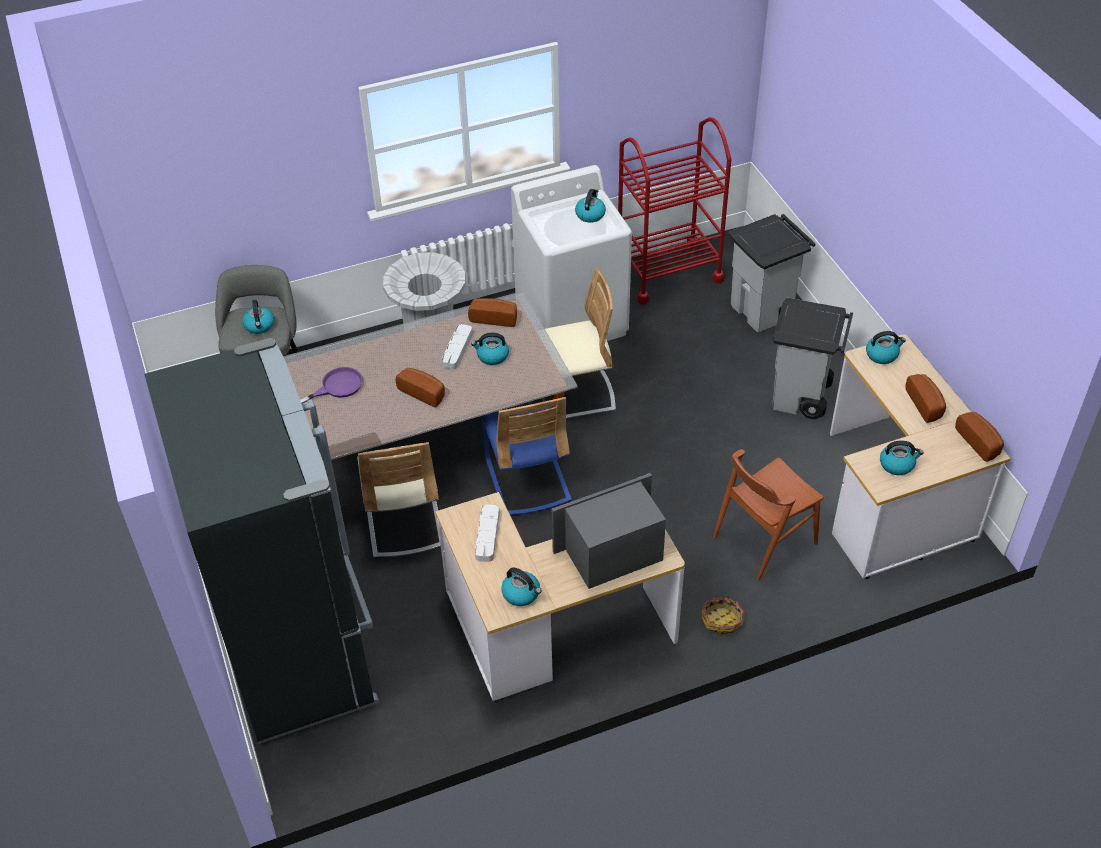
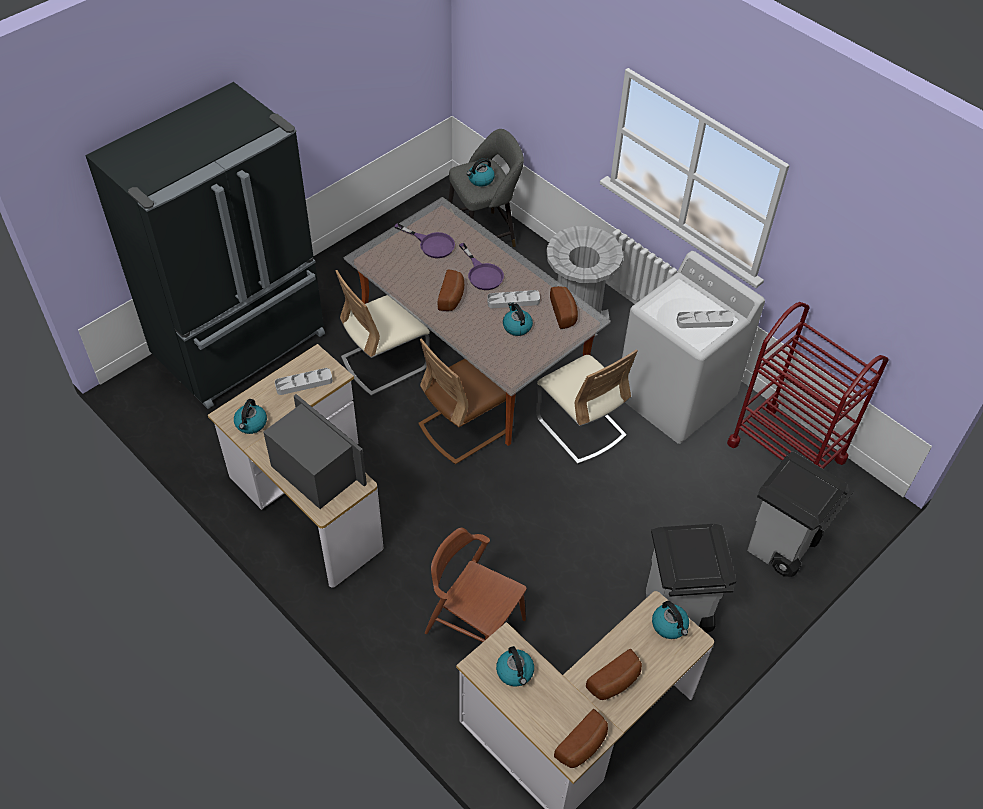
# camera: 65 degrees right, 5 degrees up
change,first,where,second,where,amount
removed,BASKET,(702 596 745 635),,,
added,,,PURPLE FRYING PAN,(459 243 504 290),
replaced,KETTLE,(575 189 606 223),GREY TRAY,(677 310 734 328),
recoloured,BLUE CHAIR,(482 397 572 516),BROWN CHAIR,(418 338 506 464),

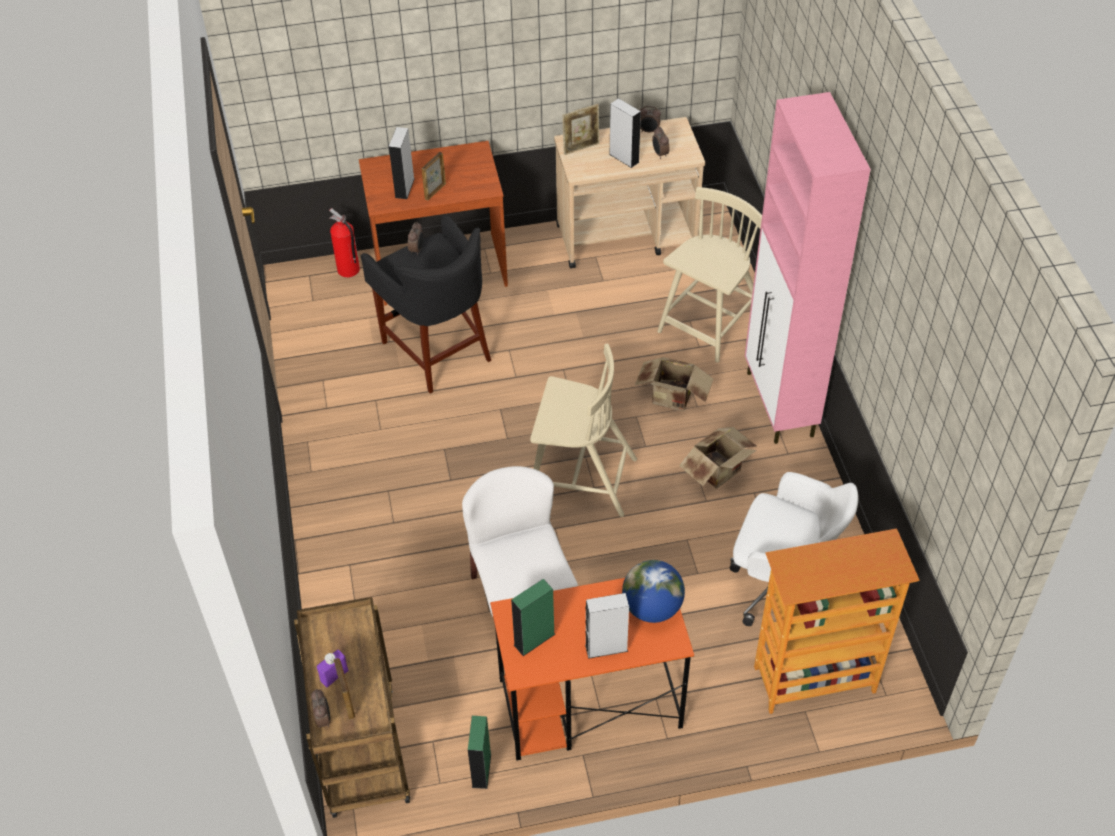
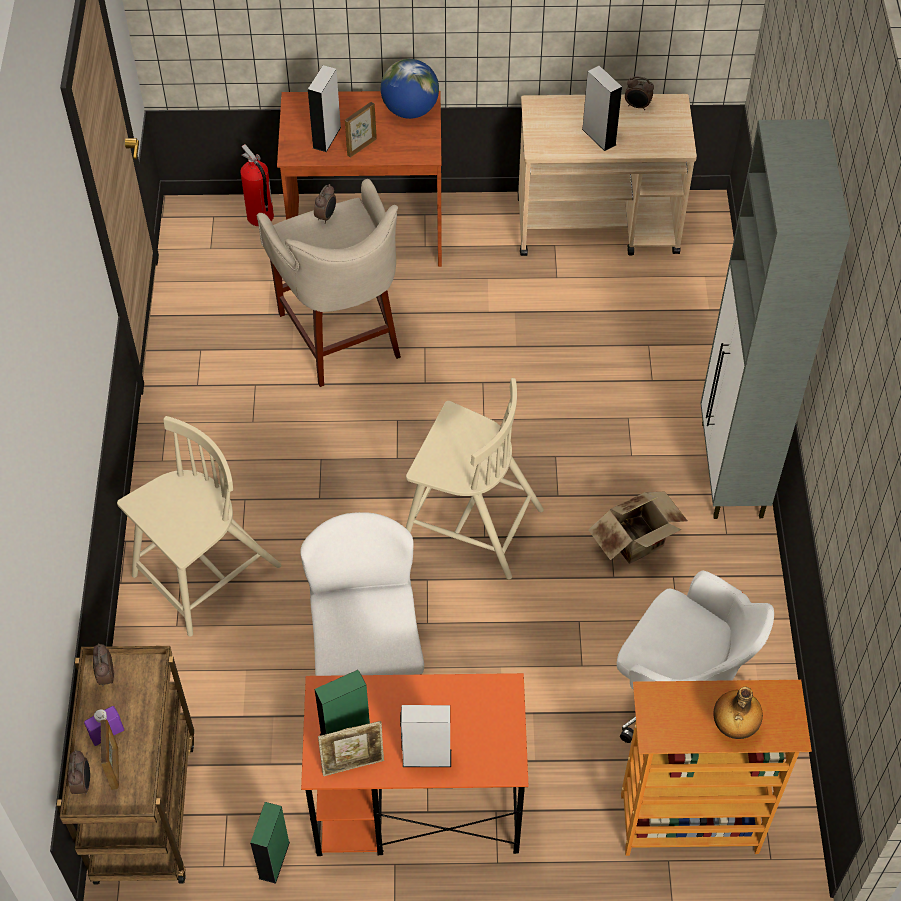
# camera: 10 degrees right, 5 degrees up
change,first,where,second,where,amount
removed,CARDBOARD BOX,(635 357 713 411),,,
added,,,BOTTLE,(713 687 763 739),
moved,PICTURE FRAME,(562 104 599 155),,(318 721 384 776),
moved,GLOBE,(622 560 685 623),,(381 59 439 119),
moved,ALARM CLOCK,(652 127 670 159),,(93 643 114 686),
moved,BEIGE CHAIR,(657 187 762 363),,(117 416 281 637),
recoloured,BLACK STOOL,(360 215 491 394),BEIGE STOOL,(257 179 401 387),
recoloured,PINK CABINET,(745 92 871 444),GREY CABINET,(700 119 851 519),

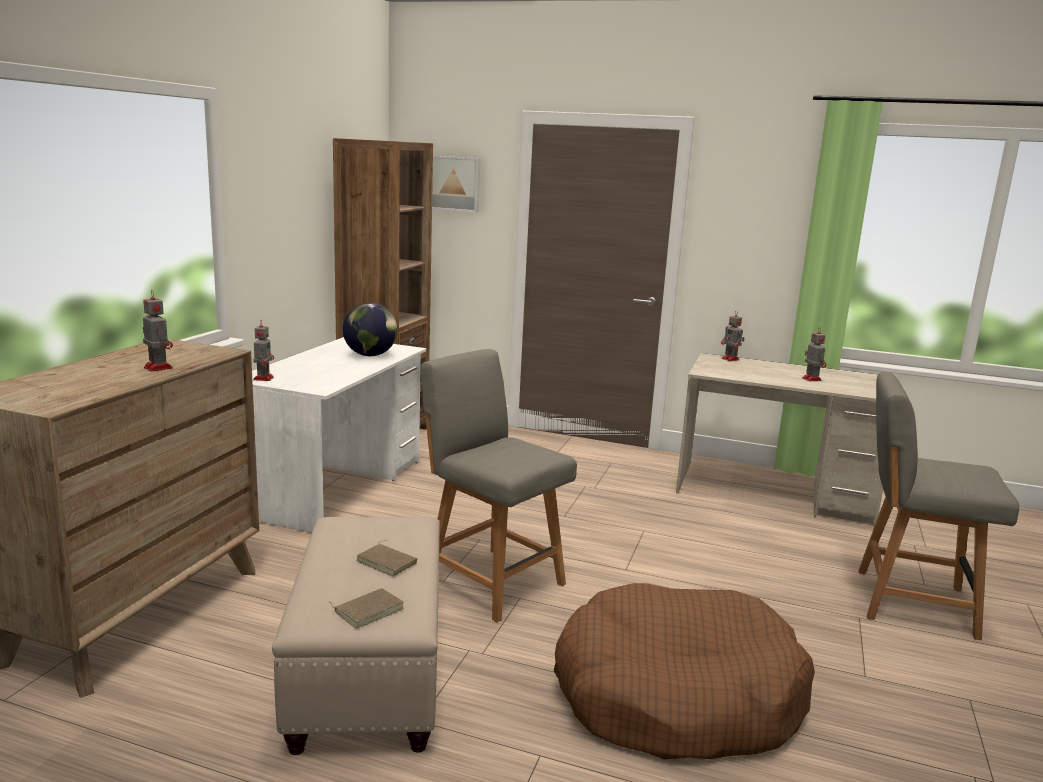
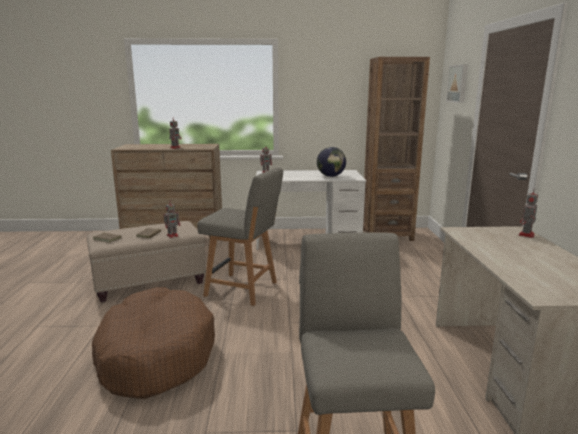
# camera: 70 degrees right, 0 degrees up
change,first,where,second,where,amount
moved,TOY ROBOT,(802 327 827 381),,(164 203 180 238),
turned,GREY CHAIR,(421 349 577 622),,(197 167 283 306),90 degrees clockwise

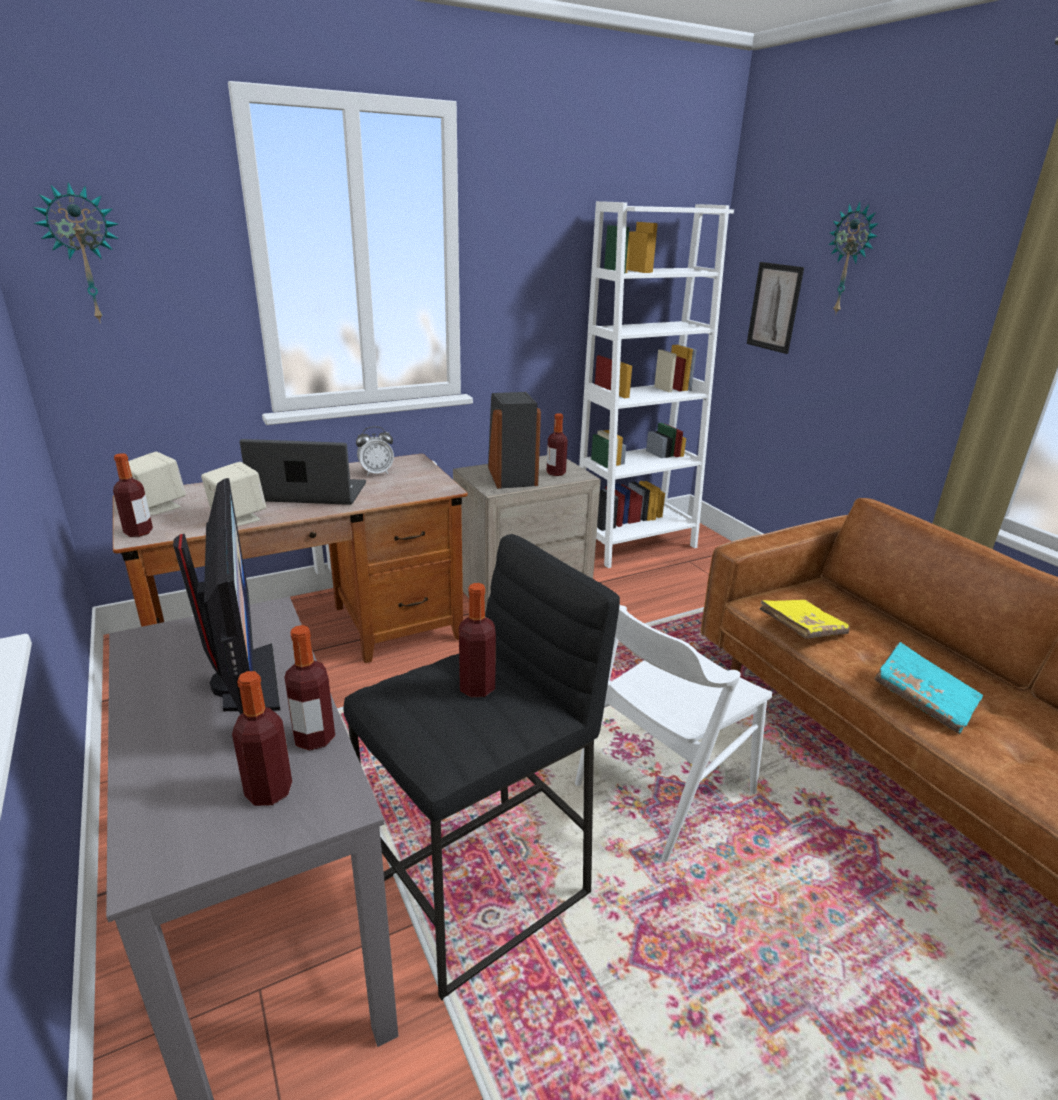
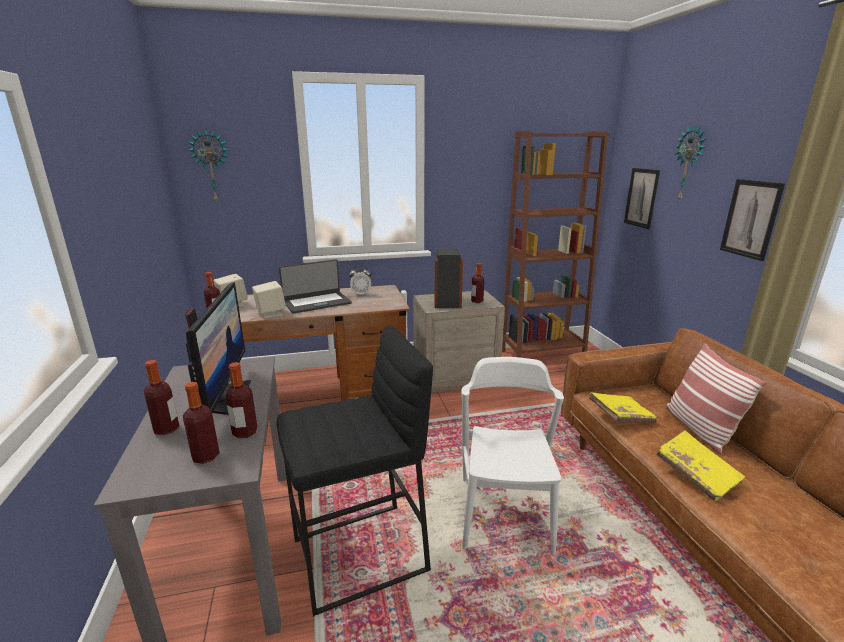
# camera: 15 degrees right, 5 degrees down
change,first,where,second,where,amount
added,,,PILLOW,(666 343 767 454),
added,,,PICTURE,(720 179 785 261),
moved,BOTTLE,(459 583 496 697),,(144 360 179 435),
recoloured,WHITE BOOKCASE,(579 201 734 568),BROWN BOOKCASE,(502 131 610 358),
recoloured,TURQUOISE BOOK,(874 642 983 734),YELLOW BOOK,(656 431 745 502),
turned,LAPTOP,(239 439 366 505),,(279 259 352 314),135 degrees clockwise
turned,WHITE CHAIR,(575 605 772 861),,(461 357 564 555),120 degrees clockwise

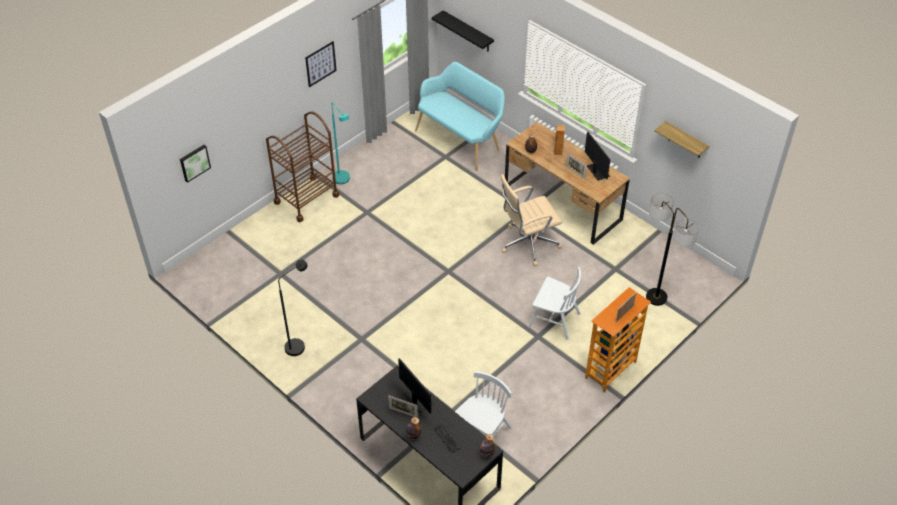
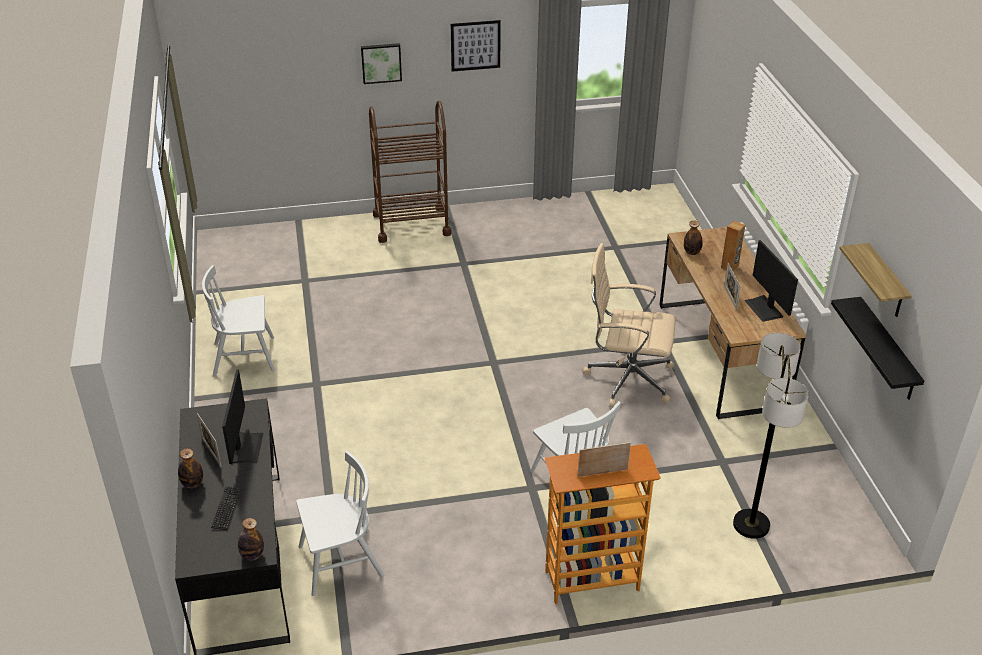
# camera: 35 degrees right, 10 degrees down
change,first,where,second,where,amount
removed,TURQUOISE FLOOR LAMP,(332 102 350 184),,,
removed,TURQUOISE BENCH,(415 62 505 171),,,
moved,PICTURE,(180 145 211 183),,(361 43 402 84),
moved,BLACK SHELF,(432 10 494 52),,(831 297 924 400),
replaced,BLACK FLOOR LAMP,(278 260 308 356),WHITE CHAIR,(202 265 275 376),
turned,MONITOR,(585 132 610 181),,(744 240 798 322),150 degrees clockwise

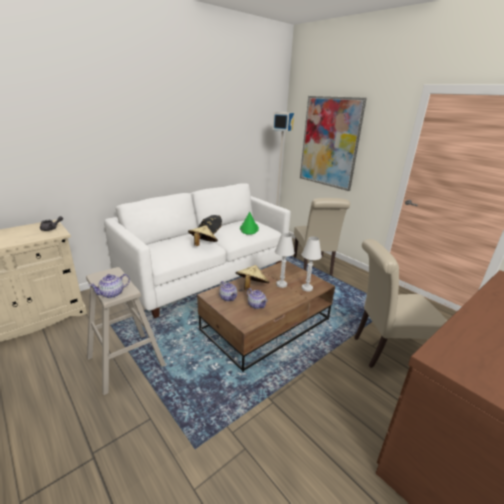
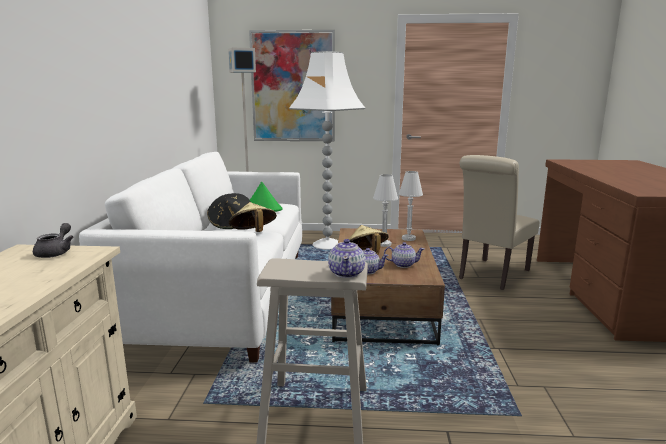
# camera: 45 degrees left, 10 degrees down
change,first,where,second,where,amount
replaced,BEIGE CHAIR,(294 198 350 276),WHITE FLOOR LAMP,(289 51 365 250),

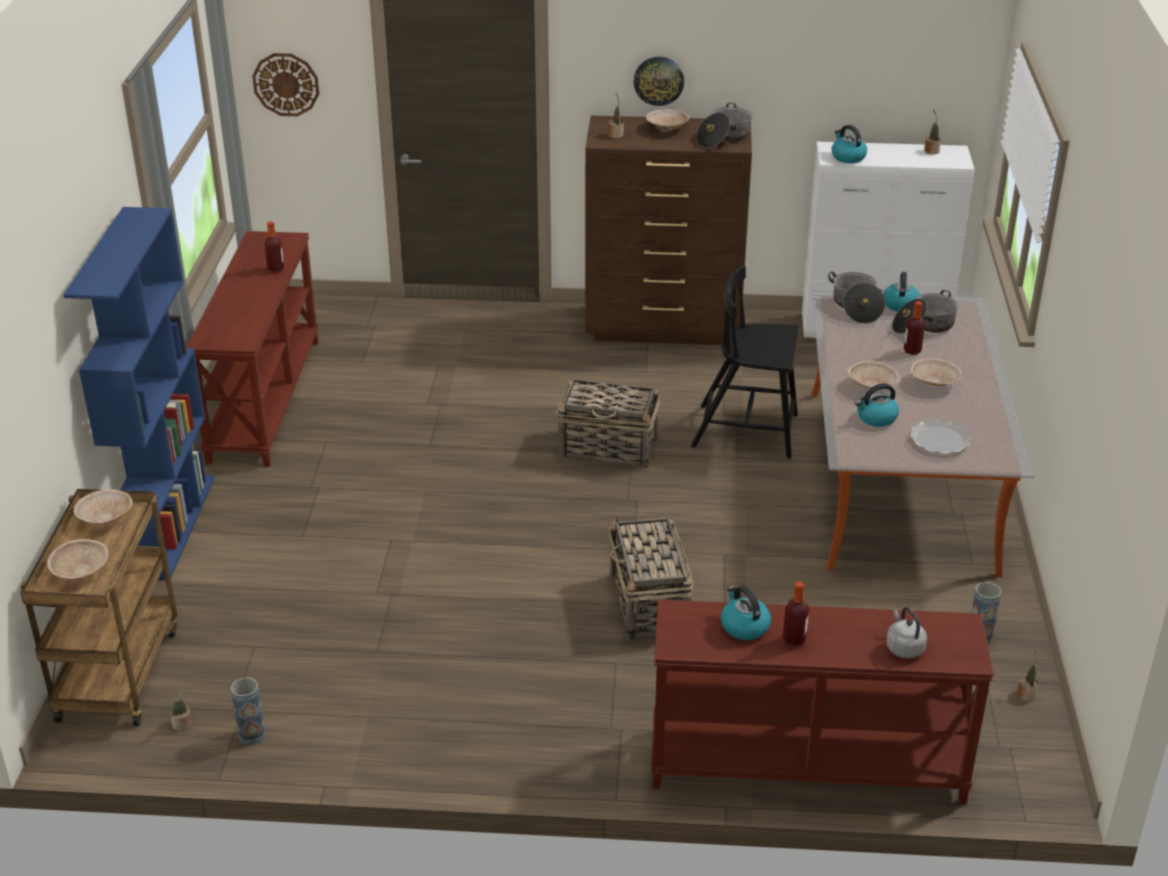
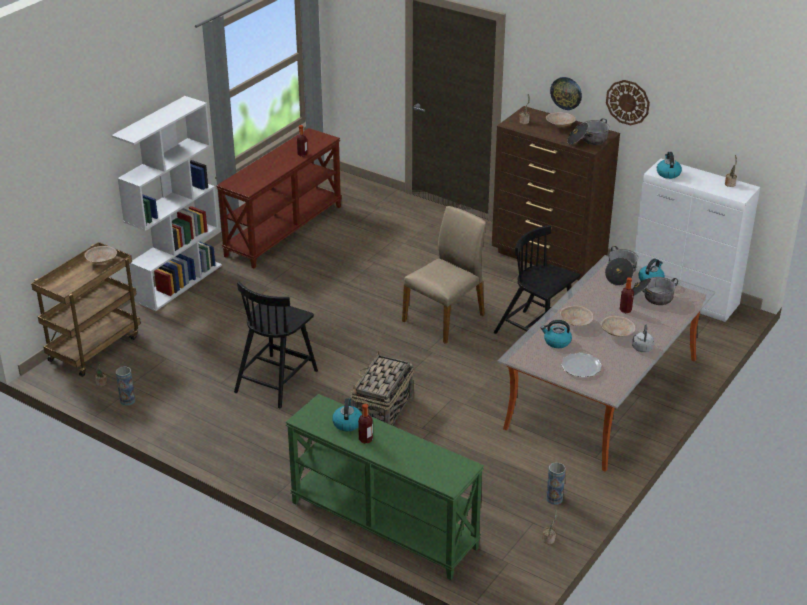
# camera: 30 degrees right, 0 degrees up
change,first,where,second,where,amount
removed,BEIGE BOWL,(47 539 108 579),,,
added,,,BLACK CHAIR,(234 282 318 409),
moved,WALL CLOCK,(252 53 319 116),,(606 80 650 125),
moved,GREY KETTLE,(886 607 927 658),,(632 325 654 352),
replaced,BASKET,(556 379 660 469),BEIGE CHAIR,(402 206 486 344),
recoloured,BLUE BOOKCASE,(63 207 215 580),WHITE BOOKCASE,(112 96 222 311),
recoloured,BROWN CONSOLE TABLE,(651 600 994 804),GREEN CONSOLE TABLE,(285 394 484 580),

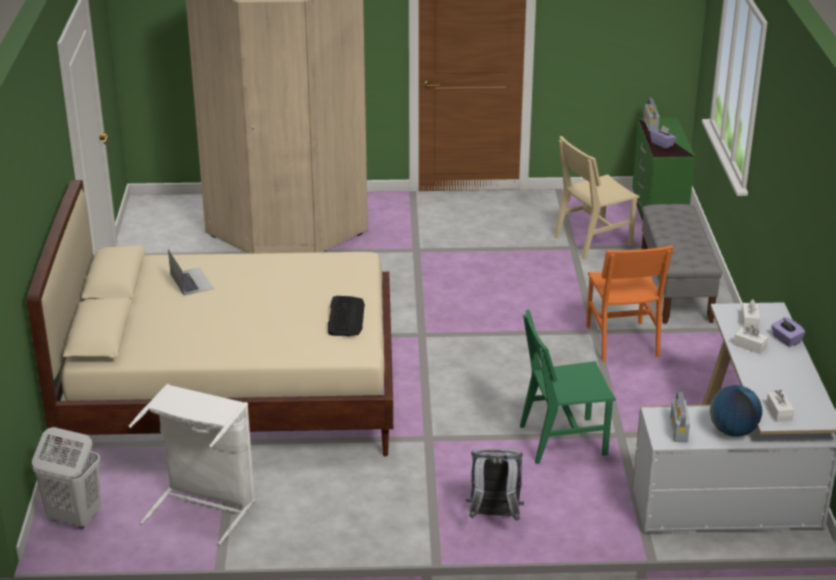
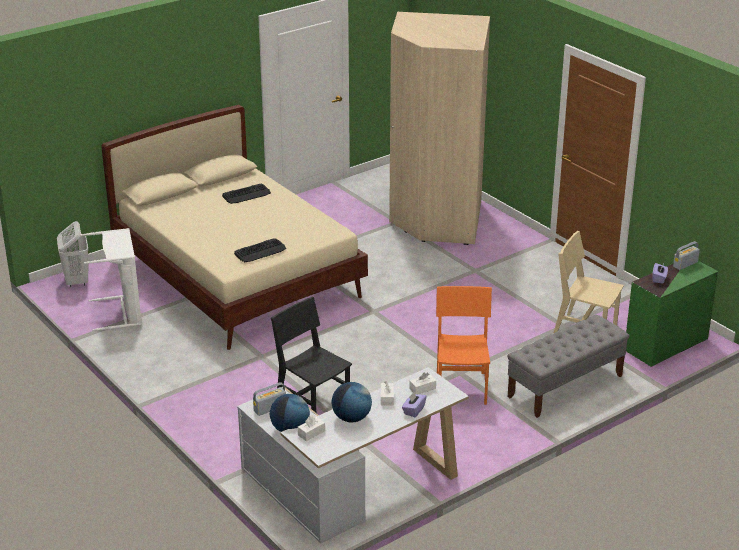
# camera: 55 degrees right, 0 degrees up
change,first,where,second,where,amount
removed,GREY BACKPACK,(466 448 524 521),,,
added,,,GLOBE,(331 382 372 423),
replaced,LAPTOP,(168 249 214 296),KEYBOARD,(222 184 271 204),
recoloured,GREEN CHAIR,(520 309 616 464),BLACK CHAIR,(271 297 352 412),
turned,ORANGE CHAIR,(586 245 674 362),,(436 286 492 405),135 degrees clockwise

